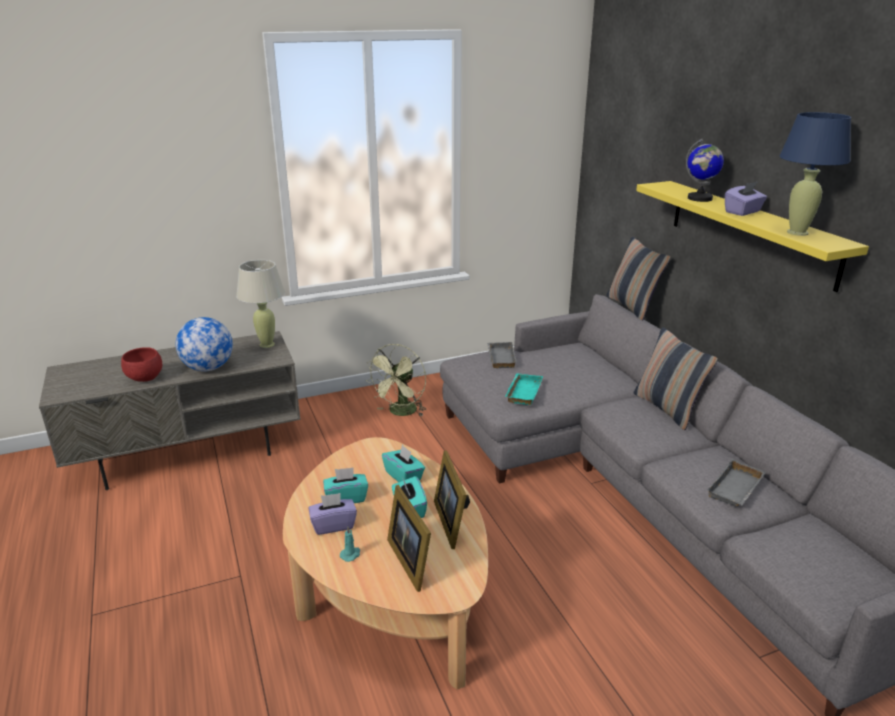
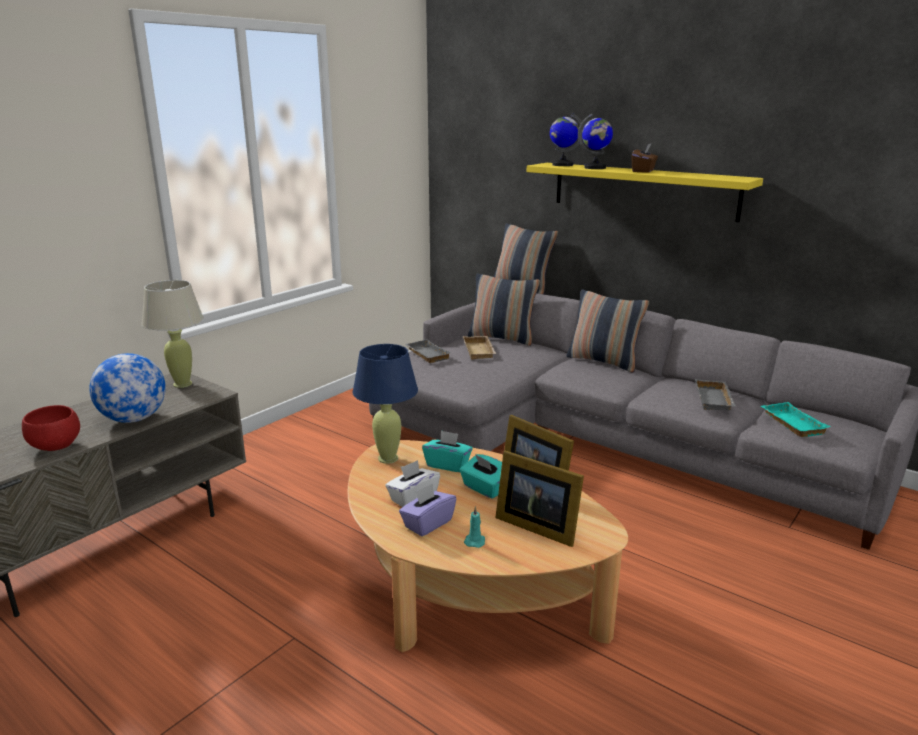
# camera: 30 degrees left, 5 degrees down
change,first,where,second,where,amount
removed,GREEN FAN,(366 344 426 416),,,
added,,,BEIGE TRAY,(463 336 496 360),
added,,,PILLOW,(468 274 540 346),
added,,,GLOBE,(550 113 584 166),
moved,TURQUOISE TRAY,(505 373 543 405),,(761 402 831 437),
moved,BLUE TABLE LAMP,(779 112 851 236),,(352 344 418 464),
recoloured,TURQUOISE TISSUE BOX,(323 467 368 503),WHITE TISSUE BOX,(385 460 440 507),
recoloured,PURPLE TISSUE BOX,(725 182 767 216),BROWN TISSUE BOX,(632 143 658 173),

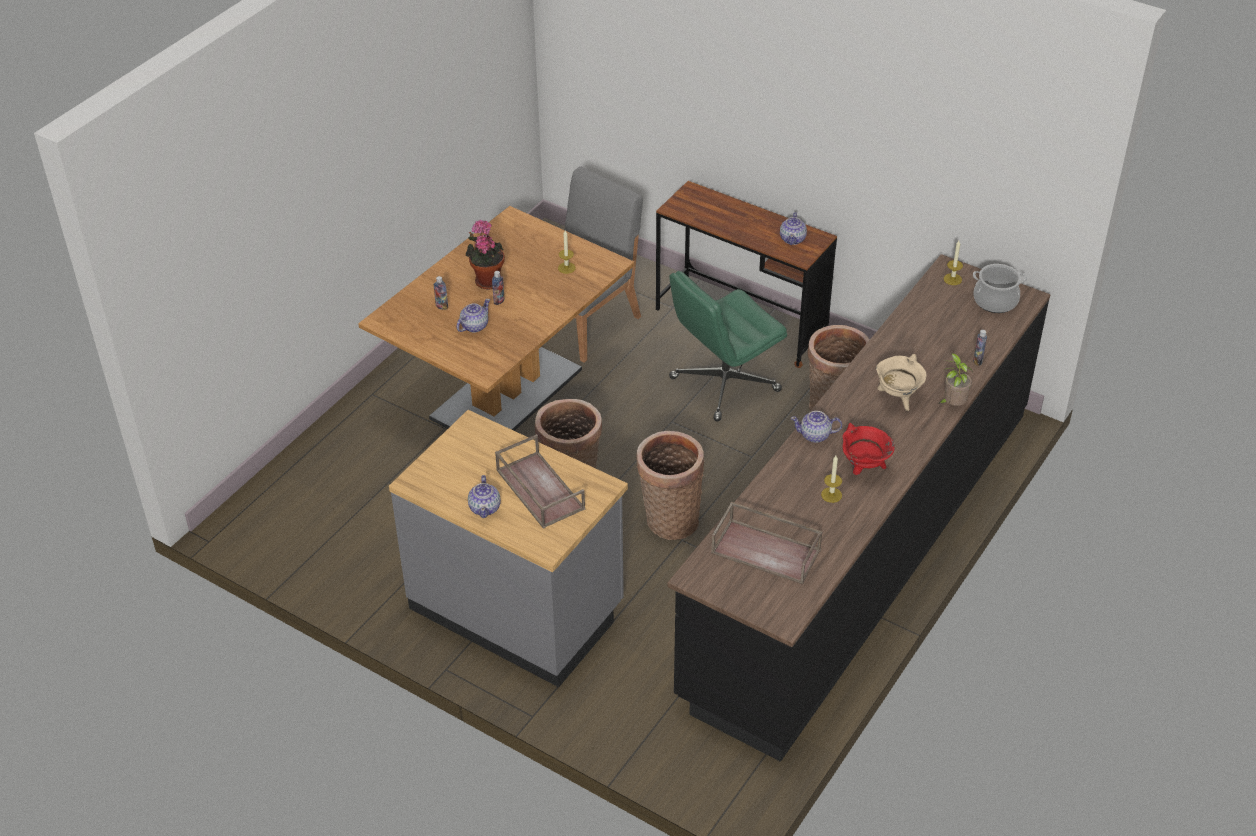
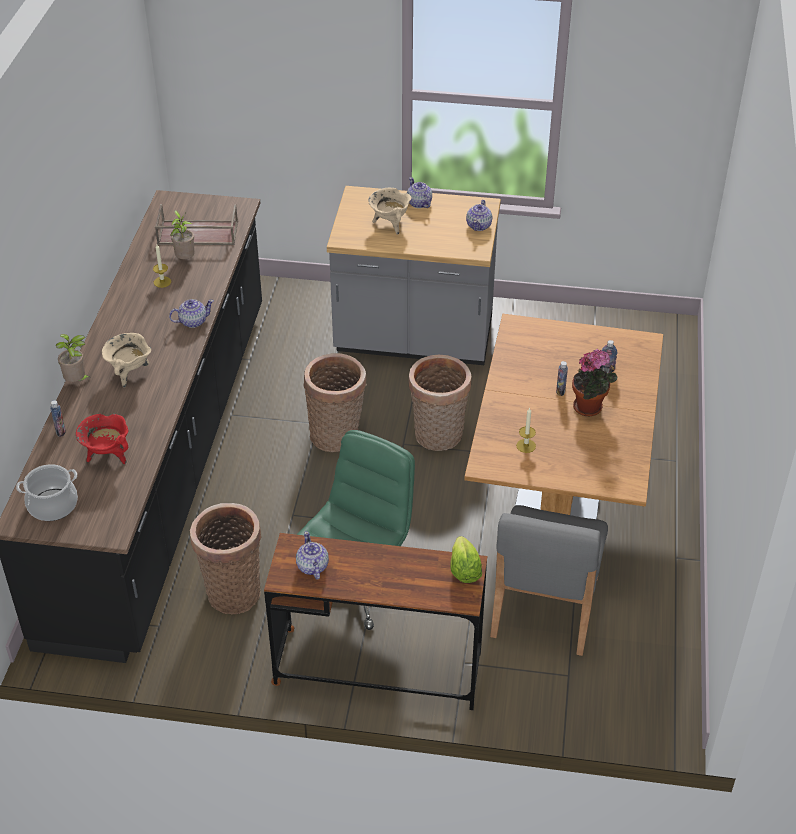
# camera: 155 degrees right, 0 degrees up
change,first,where,second,where,amount
removed,CANDLE,(944 241 963 285),,,
added,,,POTTED PLANT,(170 210 195 259),
added,,,LETTUCE,(450 536 482 583),
moved,TEAPOT,(457 299 490 332),,(466 200 492 231),
moved,RED COOKING POT,(843 423 895 475),,(76 414 129 464),
replaced,BROWN TRAY,(495 434 585 529),BEIGE COOKING POT,(368 188 411 235),

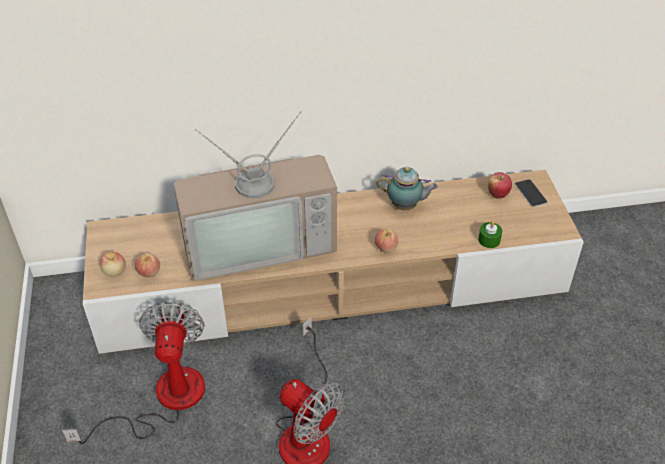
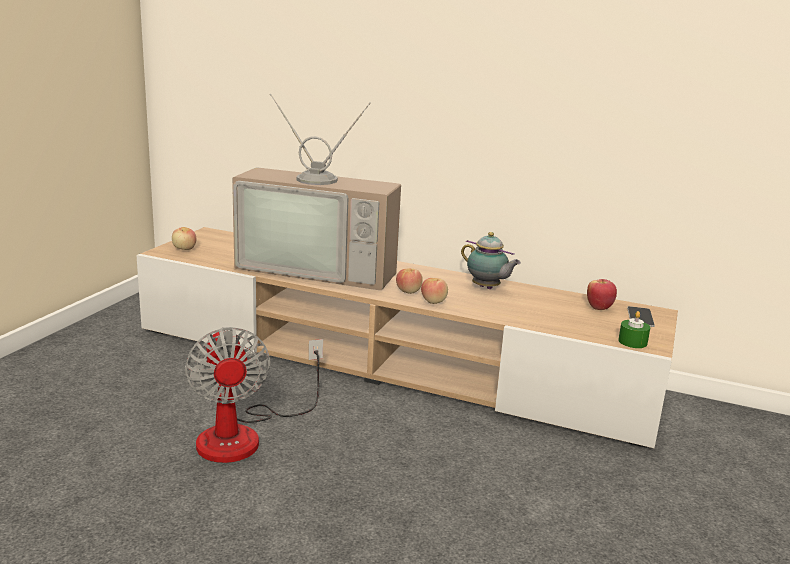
# camera: 30 degrees right, 25 degrees down
change,first,where,second,where,amount
removed,FAN,(62 301 205 444),,,
moved,APPLE,(135 253 160 277),,(396 268 423 294),
moved,GREEN CANDLE,(478 221 502 248),,(618 311 650 348),

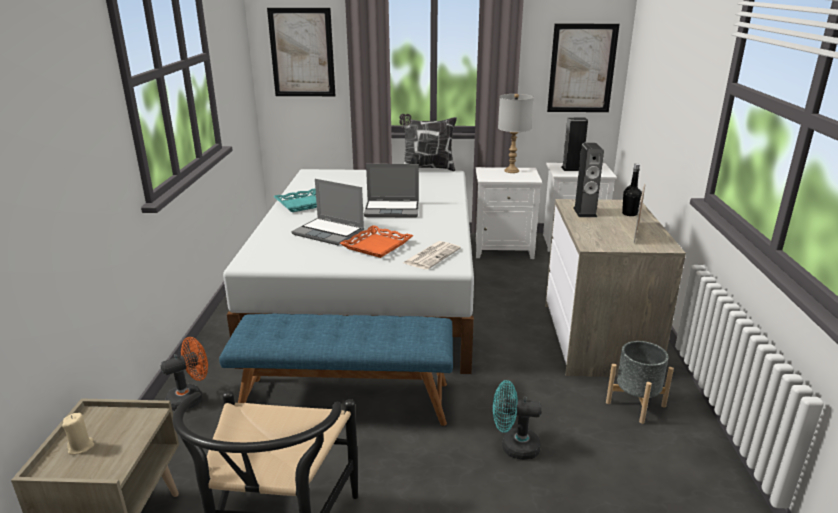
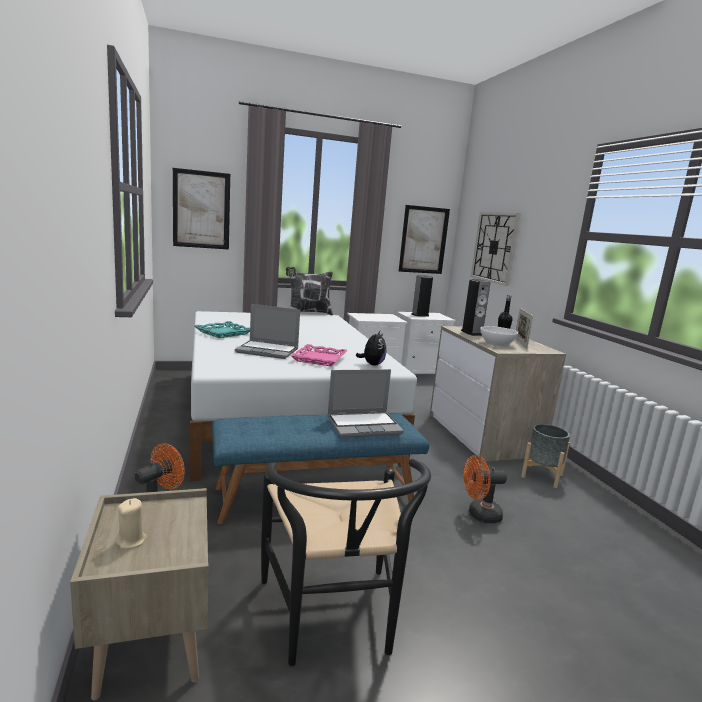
# camera: 20 degrees left, 10 degrees down
change,first,where,second,where,amount
removed,GREY TABLE LAMP,(498 94 533 173),,,
added,,,WALL CLOCK,(471 212 521 286),
added,,,WHITE BOWL,(480 326 518 347),
moved,LAPTOP,(364 164 419 218),,(327 369 404 438),
replaced,NEWSPAPER,(403 241 461 270),PLUSH TOY,(356 331 386 365),
recoloured,ORANGE TRAY,(340 225 413 258),PINK TRAY,(290 344 348 366),
recoloured,TURQUOISE FAN,(493 380 542 460),ORANGE FAN,(463 455 507 523),

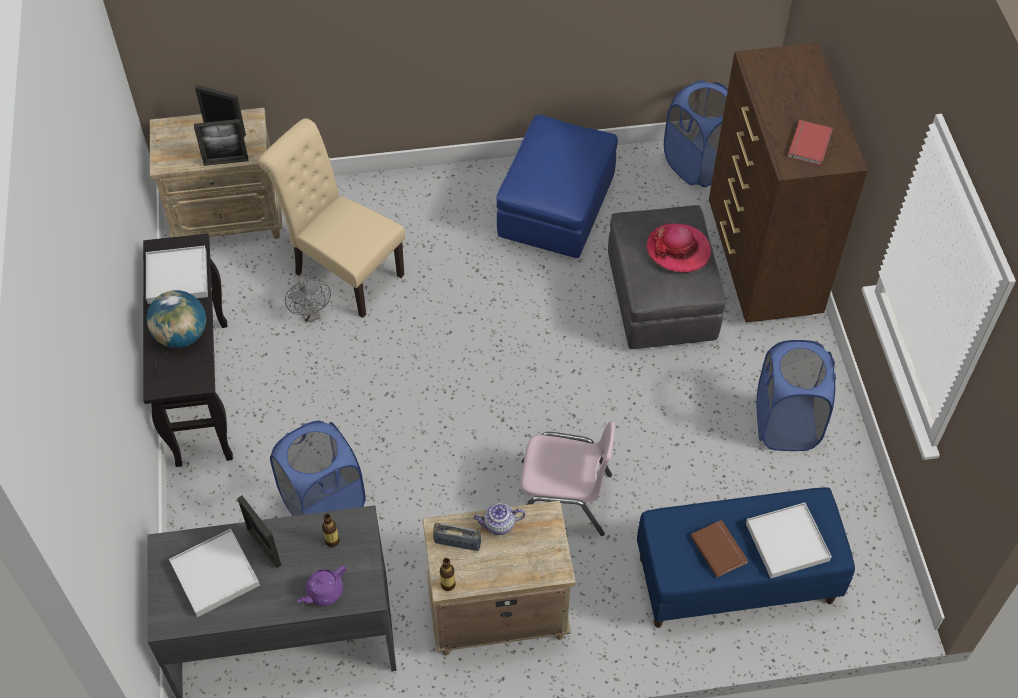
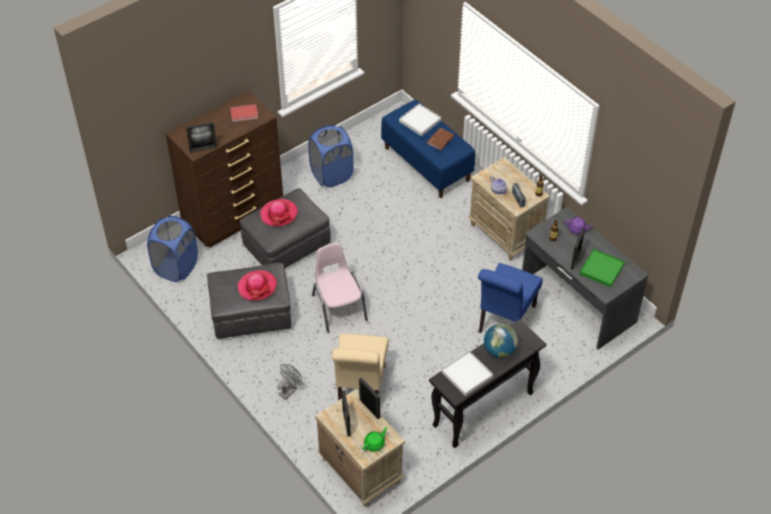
# camera: 120 degrees left, 5 degrees down
change,first,where,second,where,amount
added,,,PICTURE FRAME,(186 122 217 153),
added,,,HAT,(237 270 277 301),
added,,,GREEN TEAPOT,(362 427 387 452),
moved,GREY FAN,(285 276 331 323),,(277 364 302 400),
moved,PINK CHAIR,(521 421 615 536),,(312 243 368 333),
replaced,BLUE LAUNDRY BASKET,(270 421 366 516),BLUE CHAIR,(478 263 543 333),
recoloured,WHITE TRAY,(169 529 260 617),GREEN TRAY,(579 249 625 288),
recoloured,BLUE OTTOMAN,(496 115 618 258),GREY OTTOMAN,(207 263 291 339),

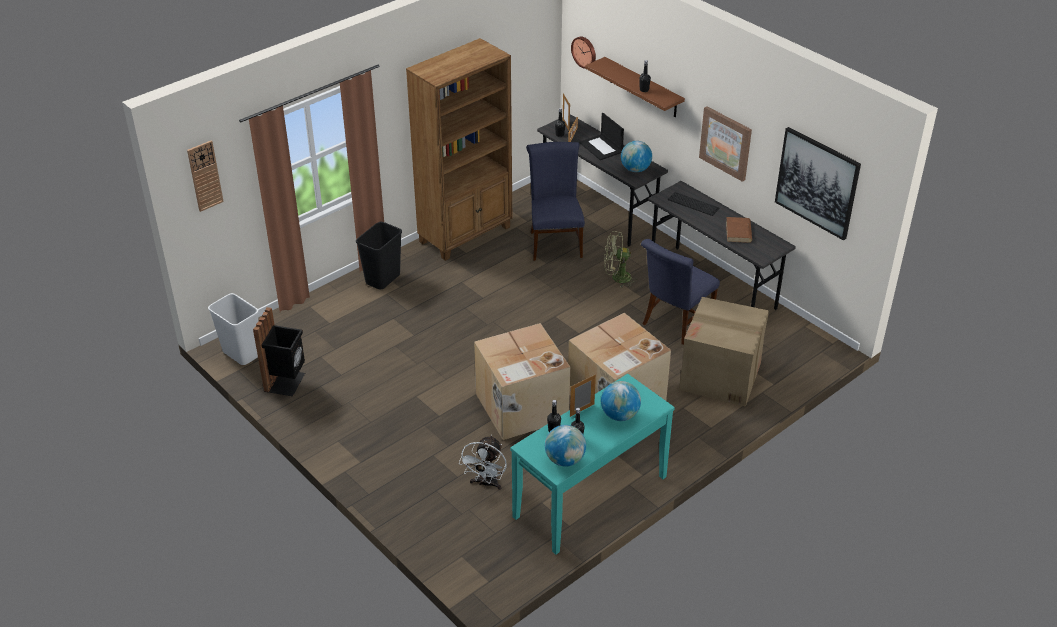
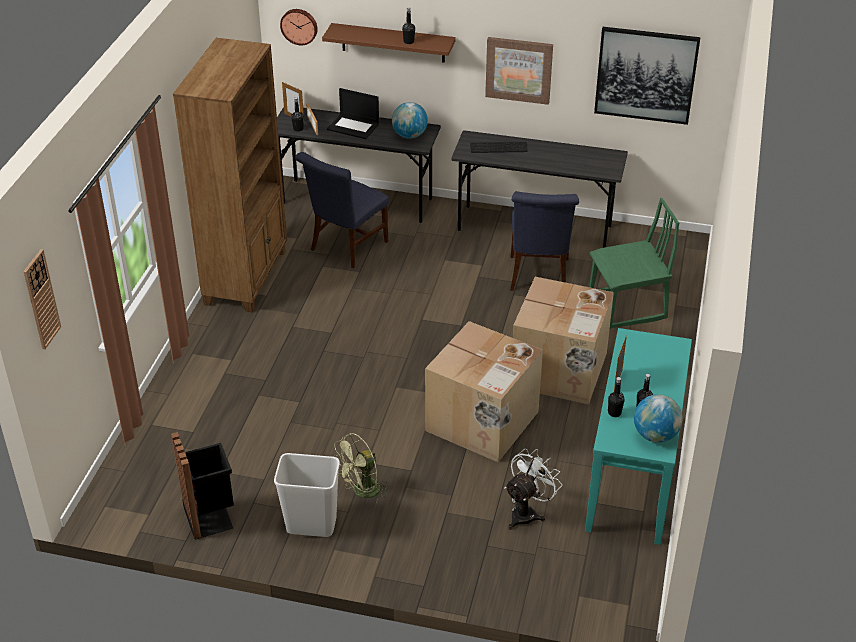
# camera: 35 degrees left, 0 degrees up
change,first,where,second,where,amount
removed,BLACK TRASH CAN,(356 222 402 289),,,
removed,GLOBE,(601 381 641 421),,,
removed,BROWN BOOK,(726 217 752 243),,,
moved,WHITE TRASH CAN,(208 293 259 365),,(274 453 340 537),
moved,GREEN FAN,(604 231 638 288),,(335 433 389 503),
replaced,CARDBOARD BOX,(679 297 769 407),GREEN CHAIR,(589 198 679 329),
turned,WHITE FAN,(459 435 507 490),,(504 449 562 530),120 degrees counterclockwise
turned,BLUE CHAIR,(526 142 585 261),,(295 152 389 268),105 degrees counterclockwise

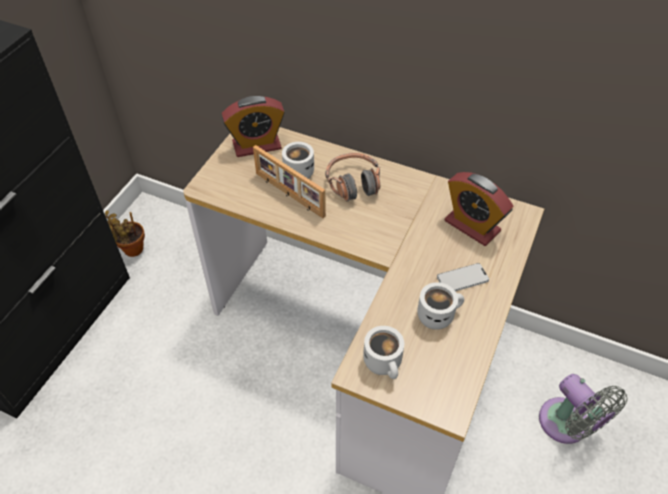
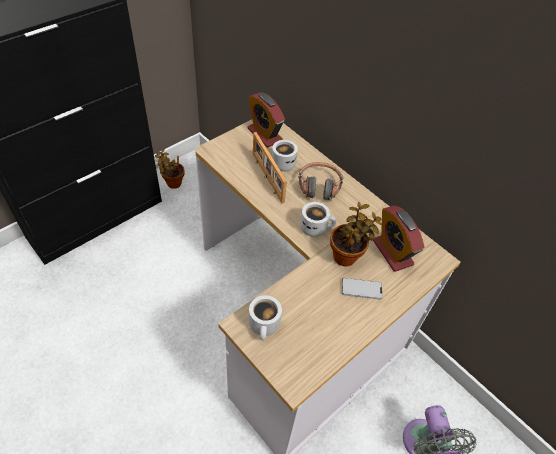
# camera: 20 degrees right, 0 degrees up
change,first,where,second,where,amount
added,,,POTTED PLANT,(330 202 382 266),
moved,WHITE MUG,(417 282 464 330),,(300 202 336 237),
turned,ALARM CLOCK,(222 96 285 157),,(247 92 285 148),45 degrees clockwise

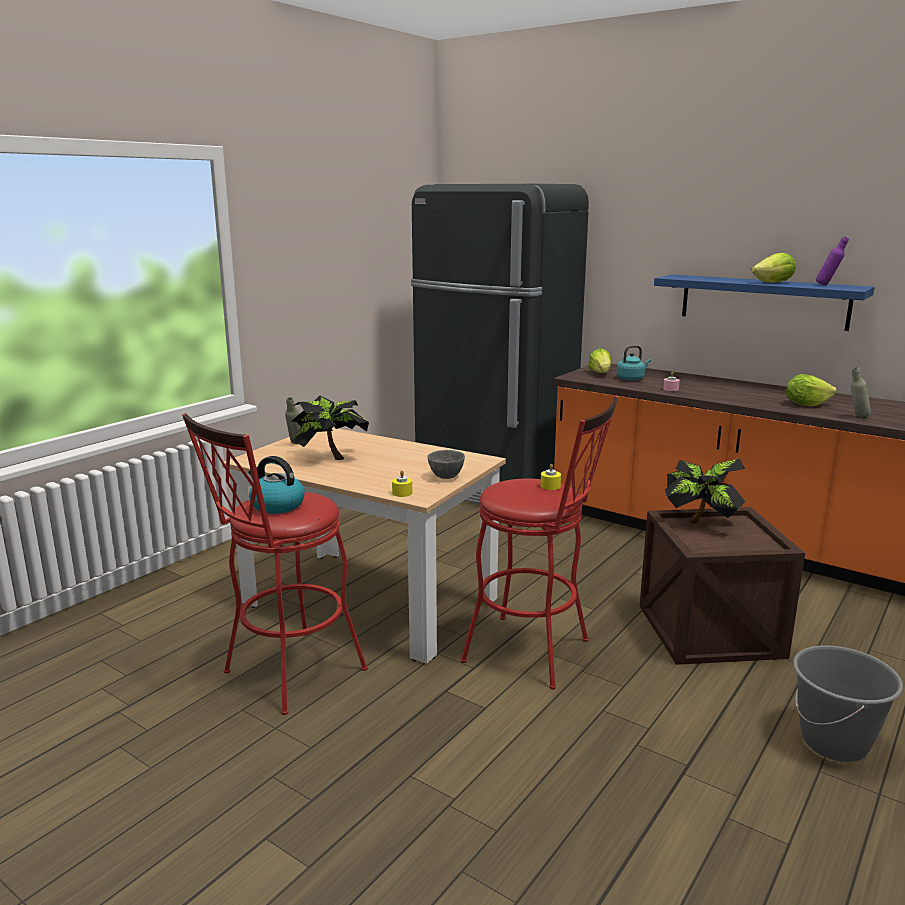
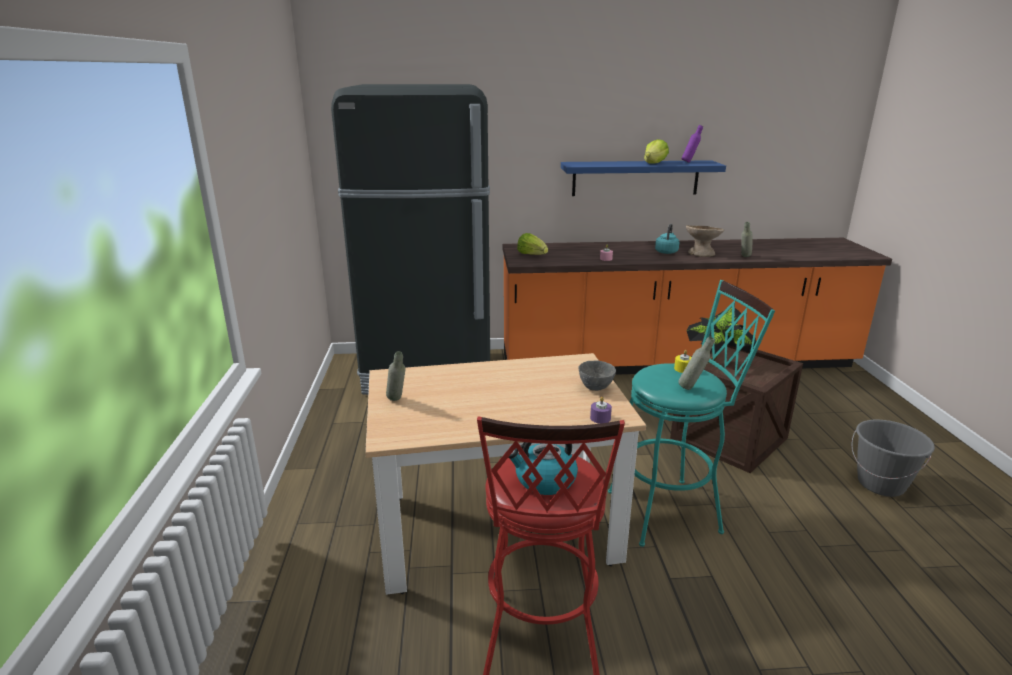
# camera: 40 degrees left, 5 degrees up
change,first,where,second,where,amount
removed,POTTED PLANT,(291 395 369 460),,,
added,,,GREY BOTTLE,(678 337 715 390),
moved,TURQUOISE KETTLE,(616 345 651 381),,(655 224 679 254),
replaced,LETTUCE,(786 374 837 407),BEIGE BOWL,(686 225 724 257),
recoloured,YELLOW CANDLE,(392 470 412 497),PURPLE CANDLE,(590 397 612 424),
recoloured,RED STOOL,(460 396 618 689),TURQUOISE STOOL,(608 280 775 547),

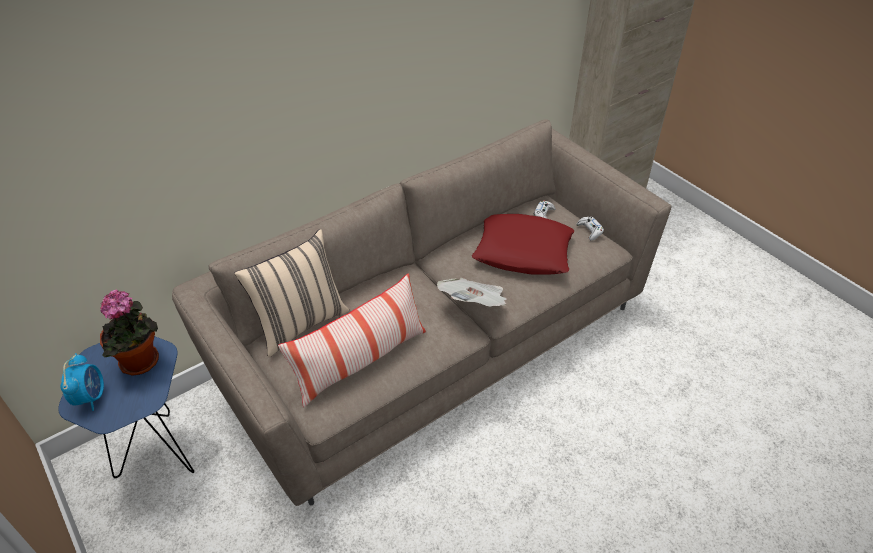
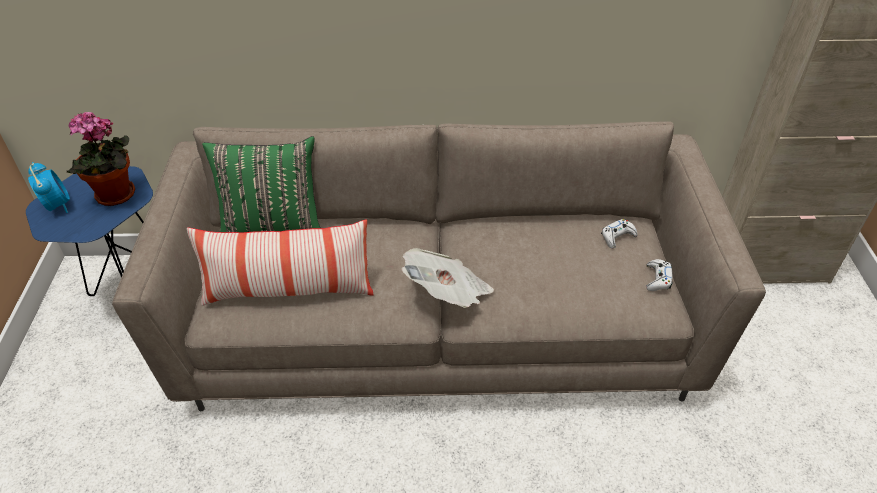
# camera: 35 degrees right, 0 degrees up
change,first,where,second,where,amount
removed,RED PILLOW,(472 214 574 275),,,
recoloured,BEIGE PILLOW,(234 229 349 357),GREEN PILLOW,(202 136 321 233),
turned,ALARM CLOCK,(60 353 104 411),,(28 162 70 213),60 degrees counterclockwise

